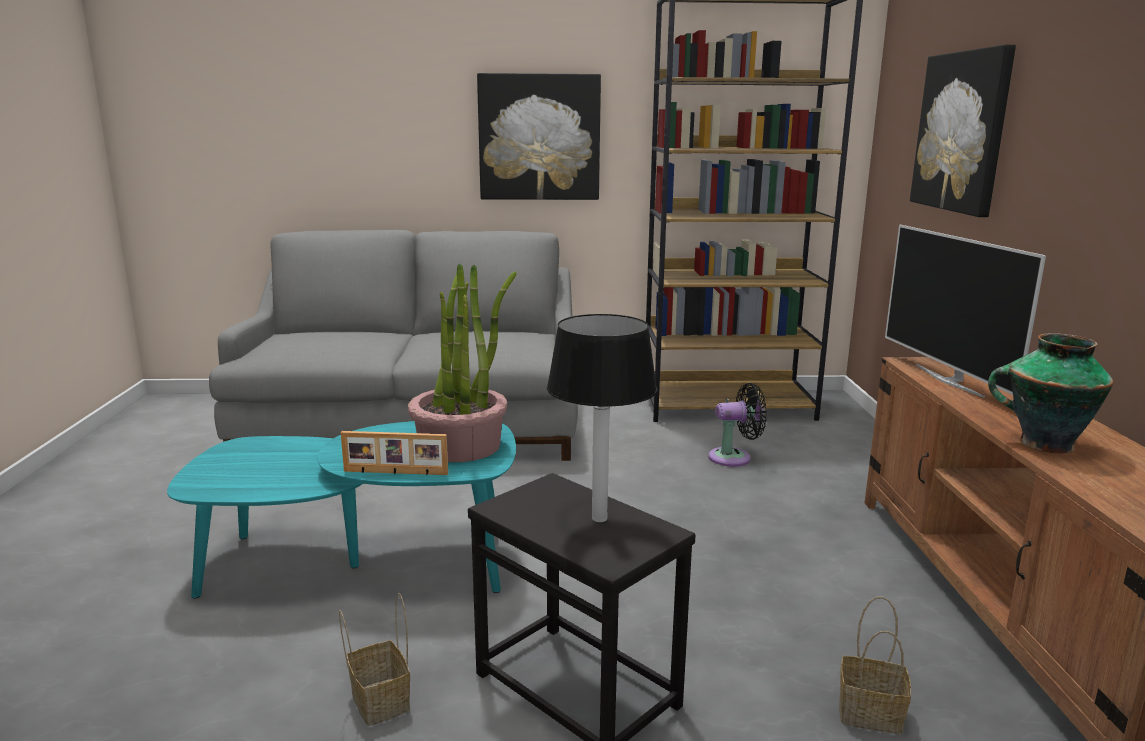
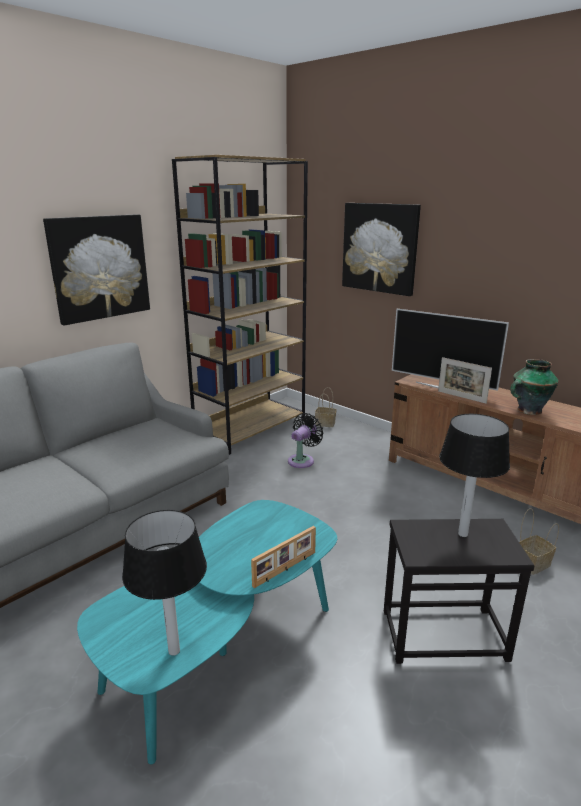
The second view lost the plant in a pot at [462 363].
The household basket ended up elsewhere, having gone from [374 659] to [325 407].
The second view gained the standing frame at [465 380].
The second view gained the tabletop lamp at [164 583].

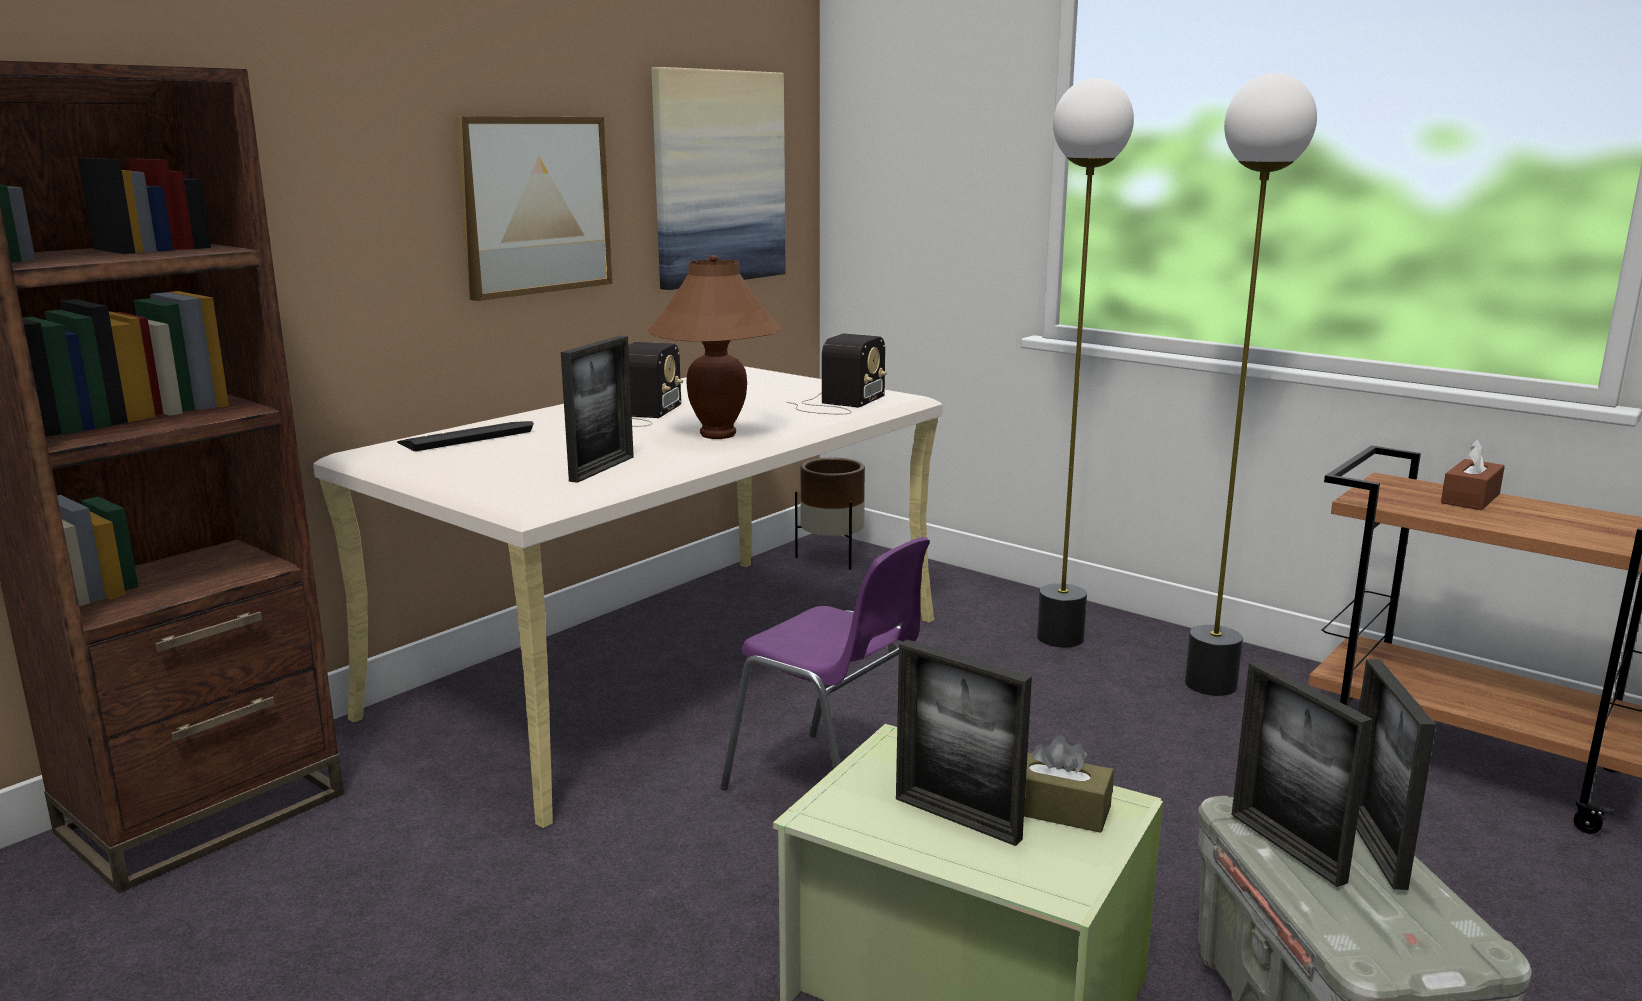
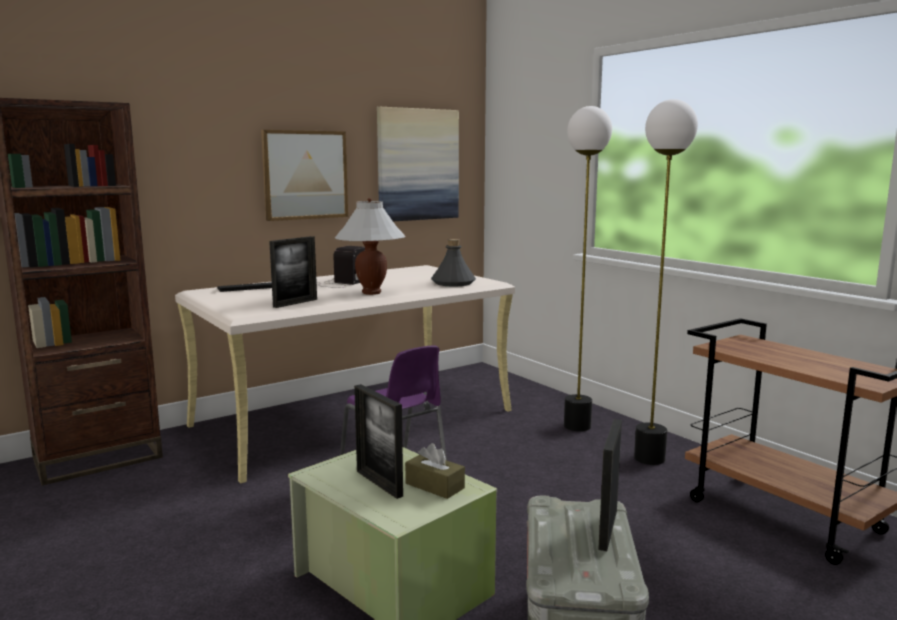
What was the brown tabletop lamp at [715 347] turned into the whitish tabletop lamp at [370 246].
Where the radio stood at [836 373], the grey bottle came to stand at [453 262].
The second view lost the brown tissue box at [1473 474].
The second view lost the brown flower pot at [830 514].
The second view lost the standing frame at [1302 774].

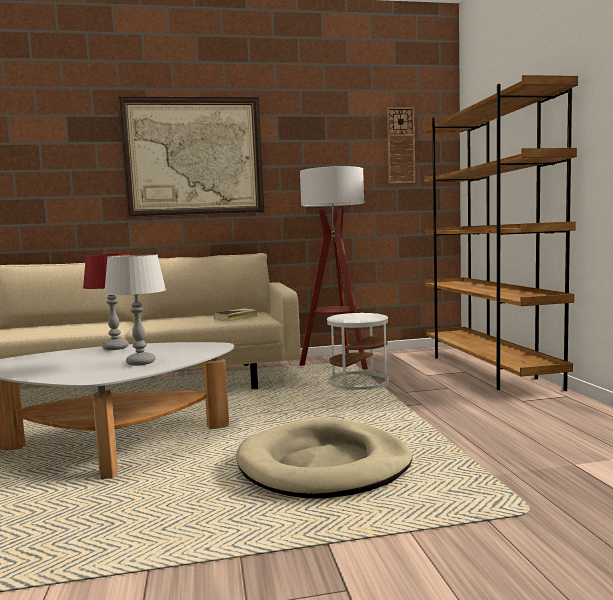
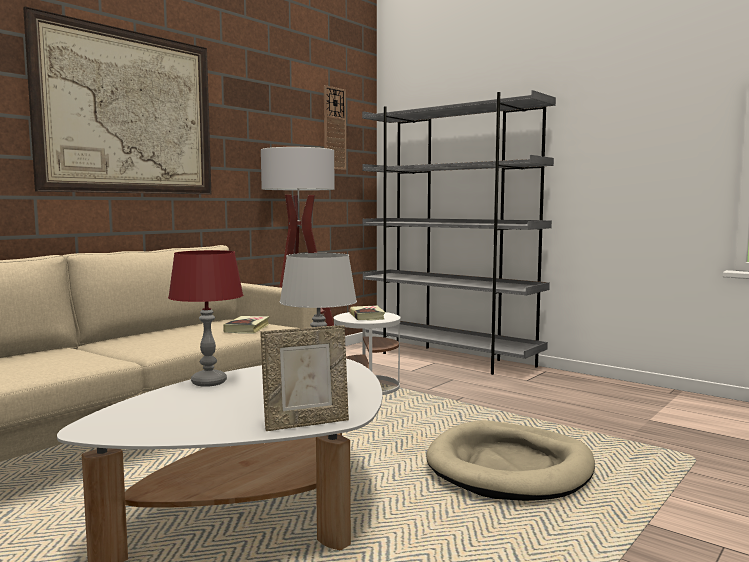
What was the brown shelving unit at [500 233] turned into the grey shelving unit at [459 232].
The second view gained the bound book at [367 312].
The second view gained the standing frame at [304 378].

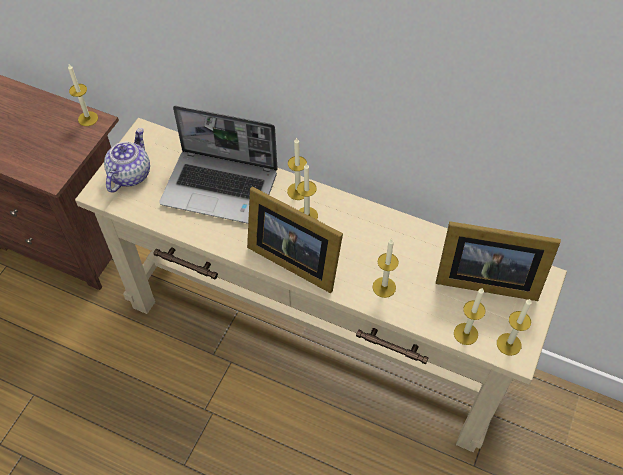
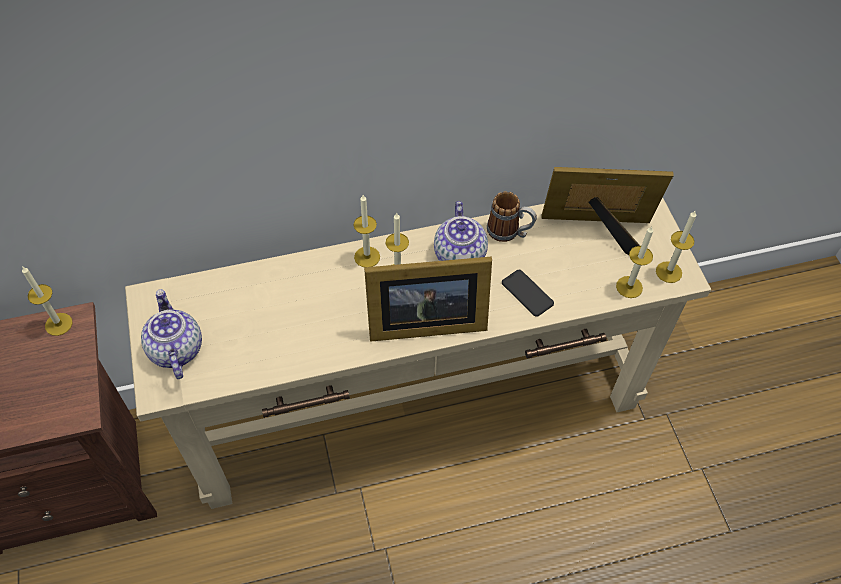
The second view lost the notebook computer at [218 165].
The standing frame at [498 261] ended up facing another way, 150 degrees counterclockwise from before.
Where the wax light stood at [385 268], the phone came to stand at [528 293].
The second view gained the tea mug at [512 216].
The second view gained the tea pot at [461 231].

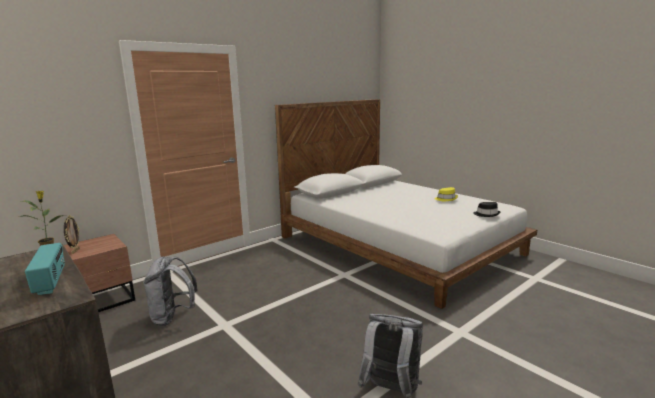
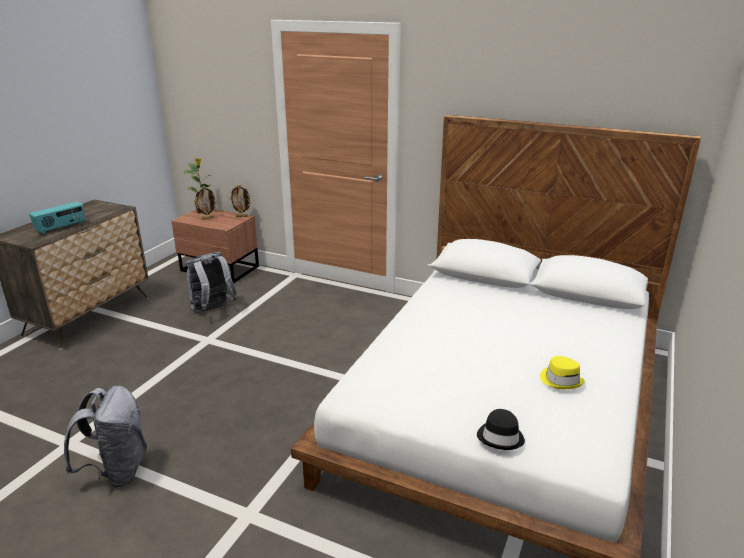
The second view gained the standing frame at [240 201].

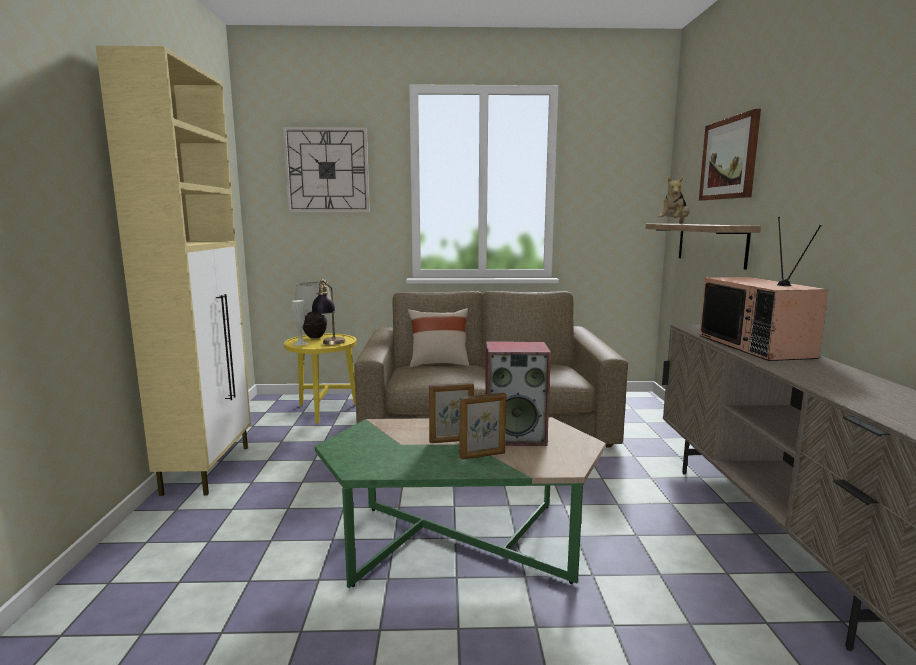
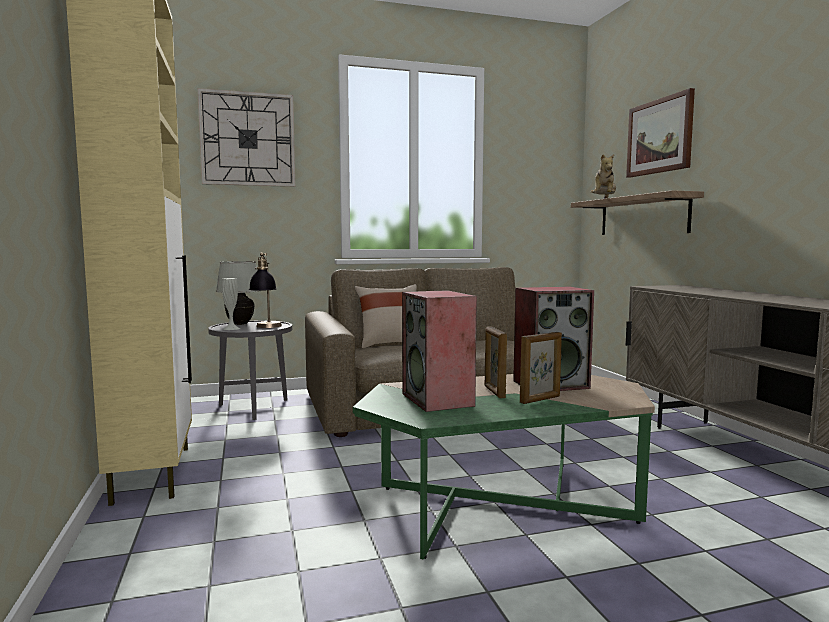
The second view lost the TV set at [764 289].
What was the yellowish side table at [320 378] turned into the grey side table at [250 370].
The standing frame at [451 413] ended up facing another way, 105 degrees clockwise from before.
The second view gained the loudspeaker at [439 351].

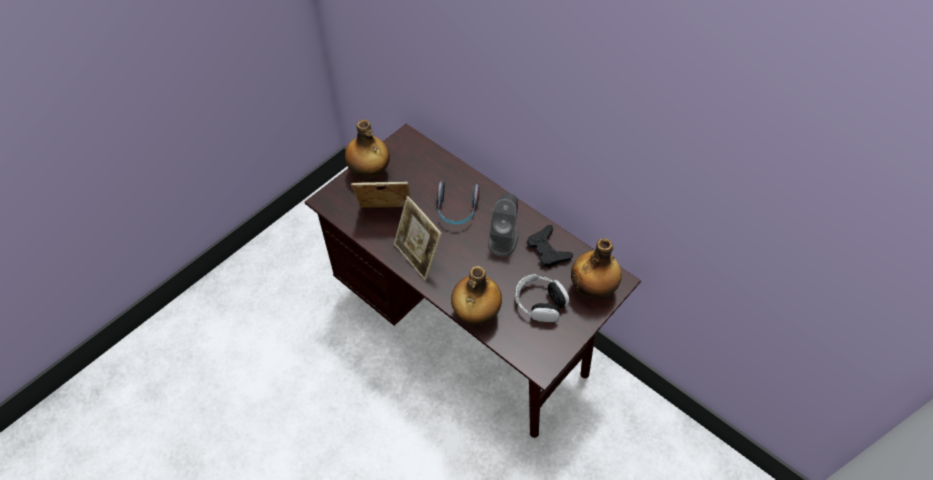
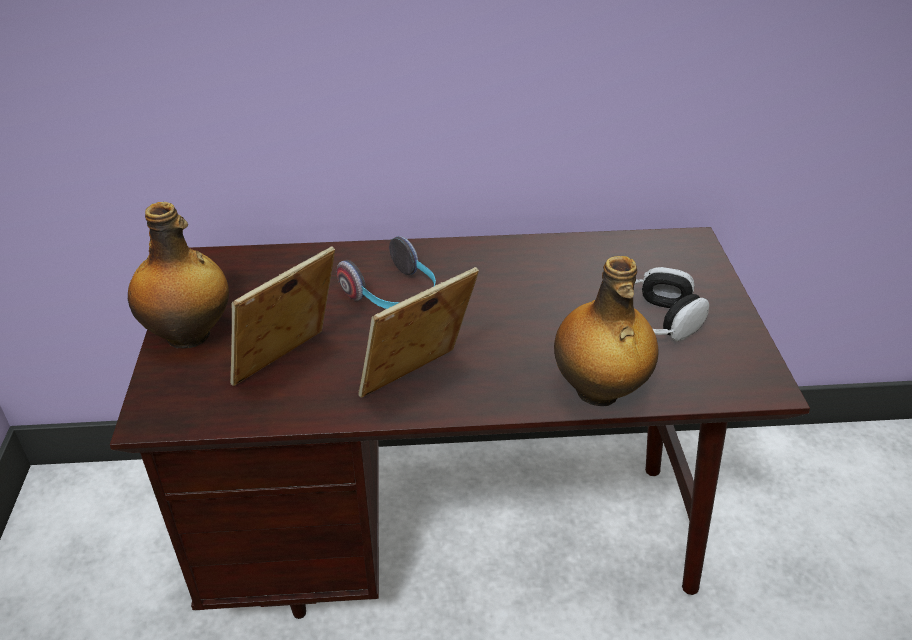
The second view lost the grey loudspeaker at [503 224].
The standing frame at [418 238] ended up facing another way, 135 degrees clockwise from before.
The second view lost the black-coloured game controller at [550 246].
The second view lost the bottle at [596 269].

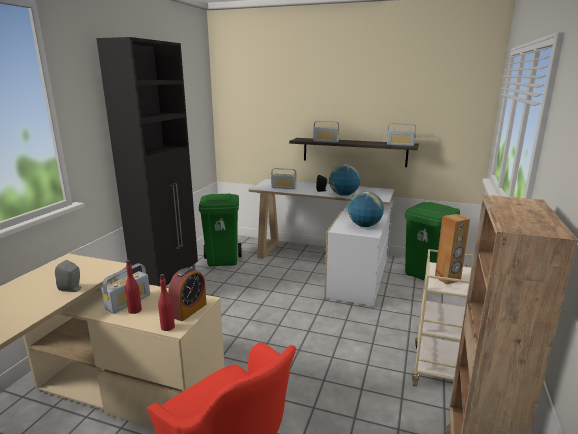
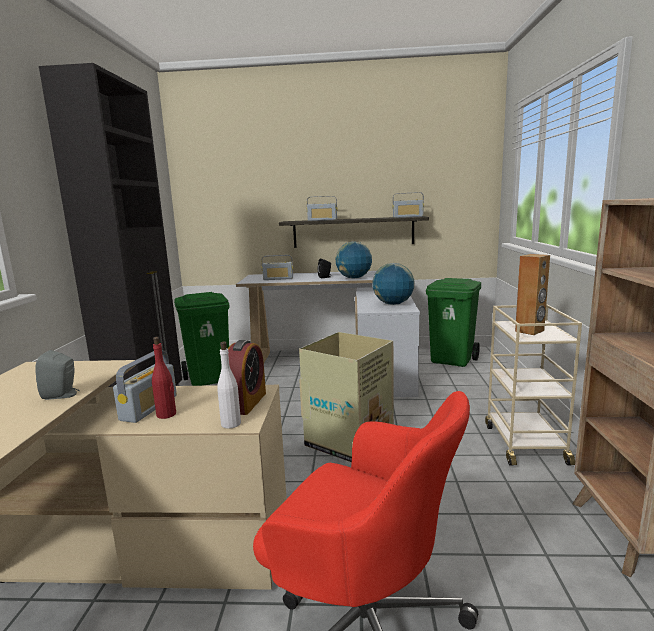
What was the red bottle at [166 302] turned into the whitish bottle at [229 385].
The second view gained the carton at [346 397].

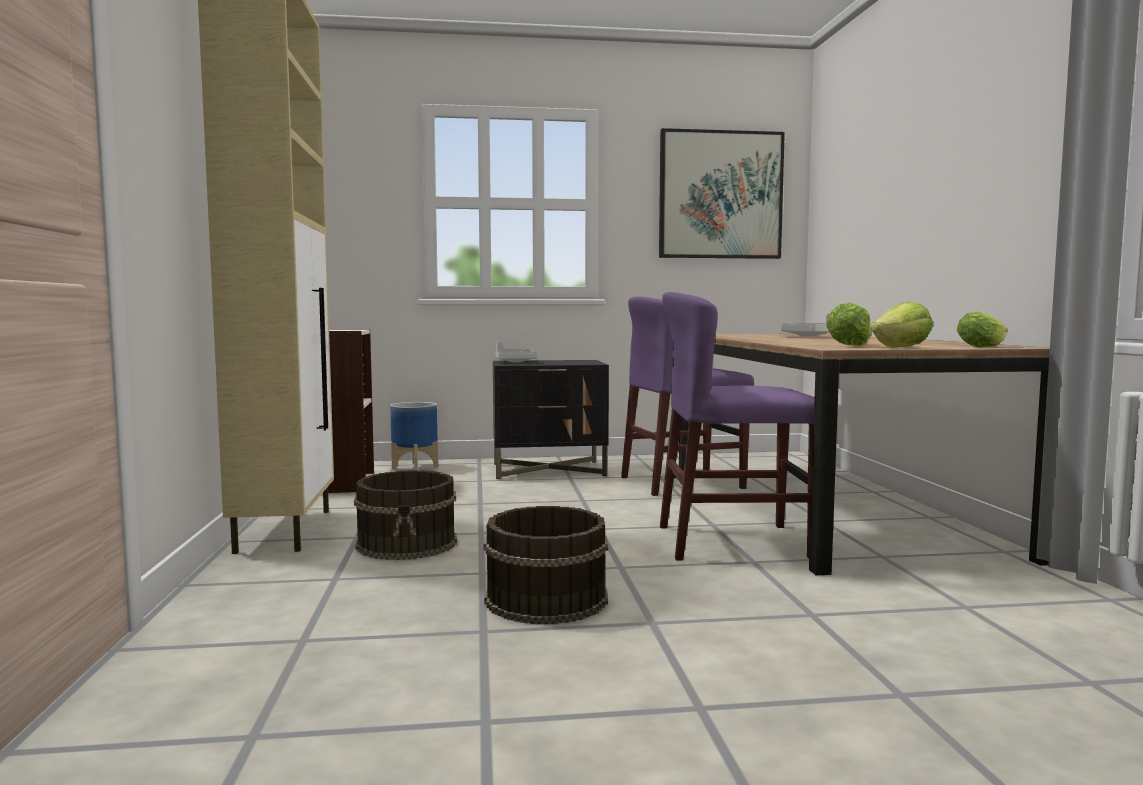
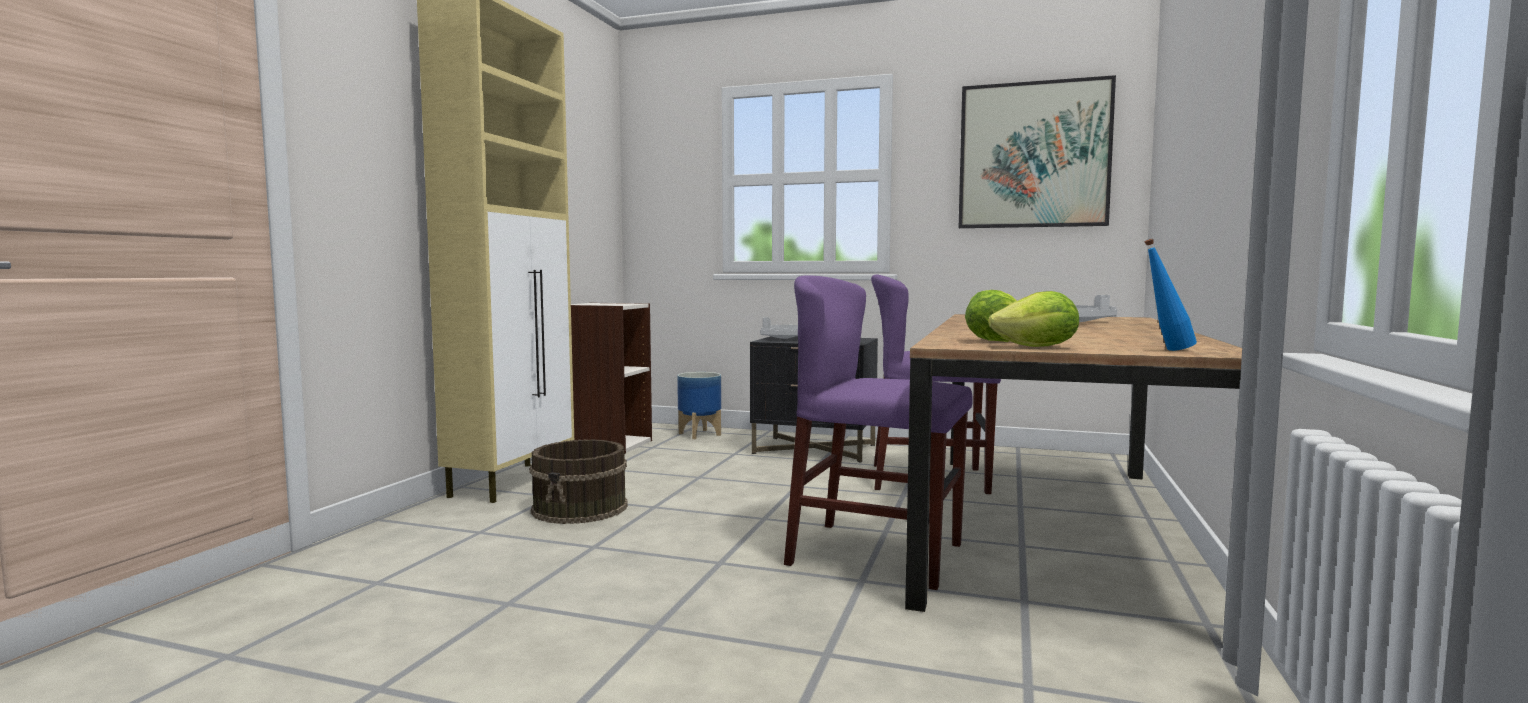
Where the lettuce stood at [982 330], the bluish bottle came to stand at [1170 295].
The second view lost the brown water bucket at [546 565].

